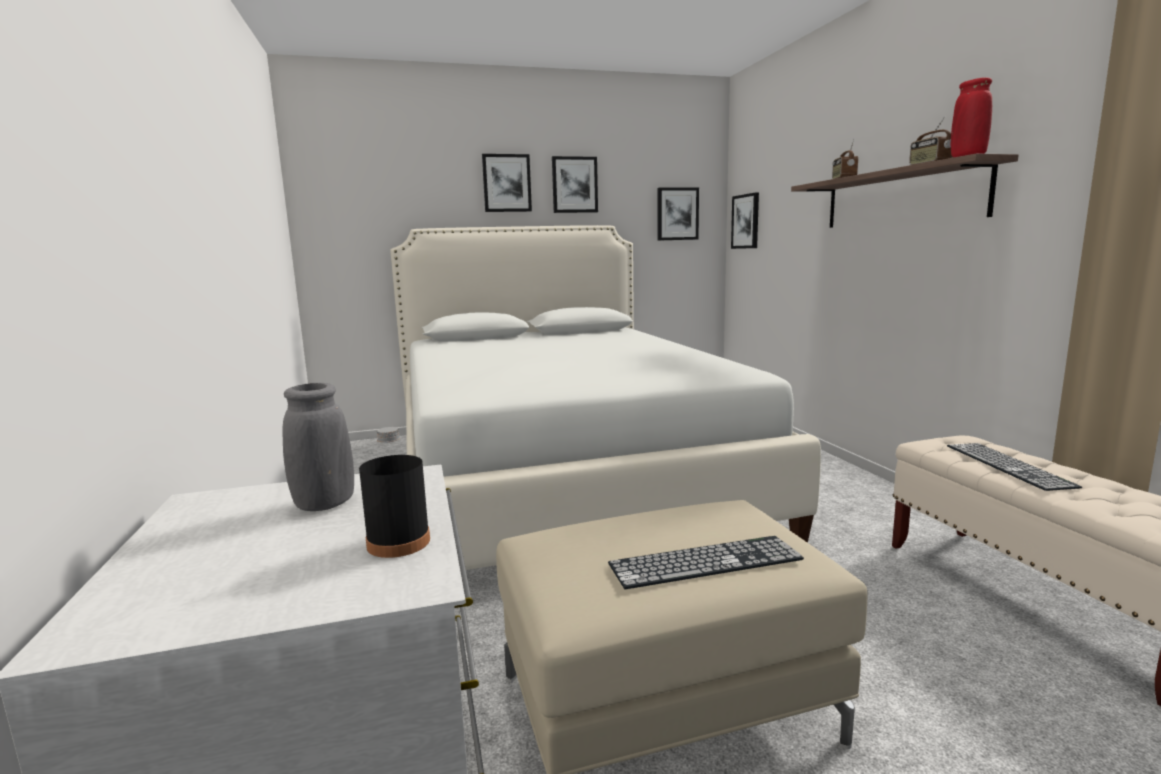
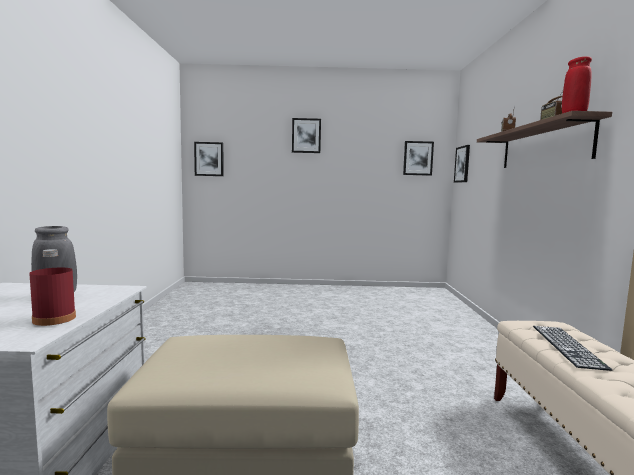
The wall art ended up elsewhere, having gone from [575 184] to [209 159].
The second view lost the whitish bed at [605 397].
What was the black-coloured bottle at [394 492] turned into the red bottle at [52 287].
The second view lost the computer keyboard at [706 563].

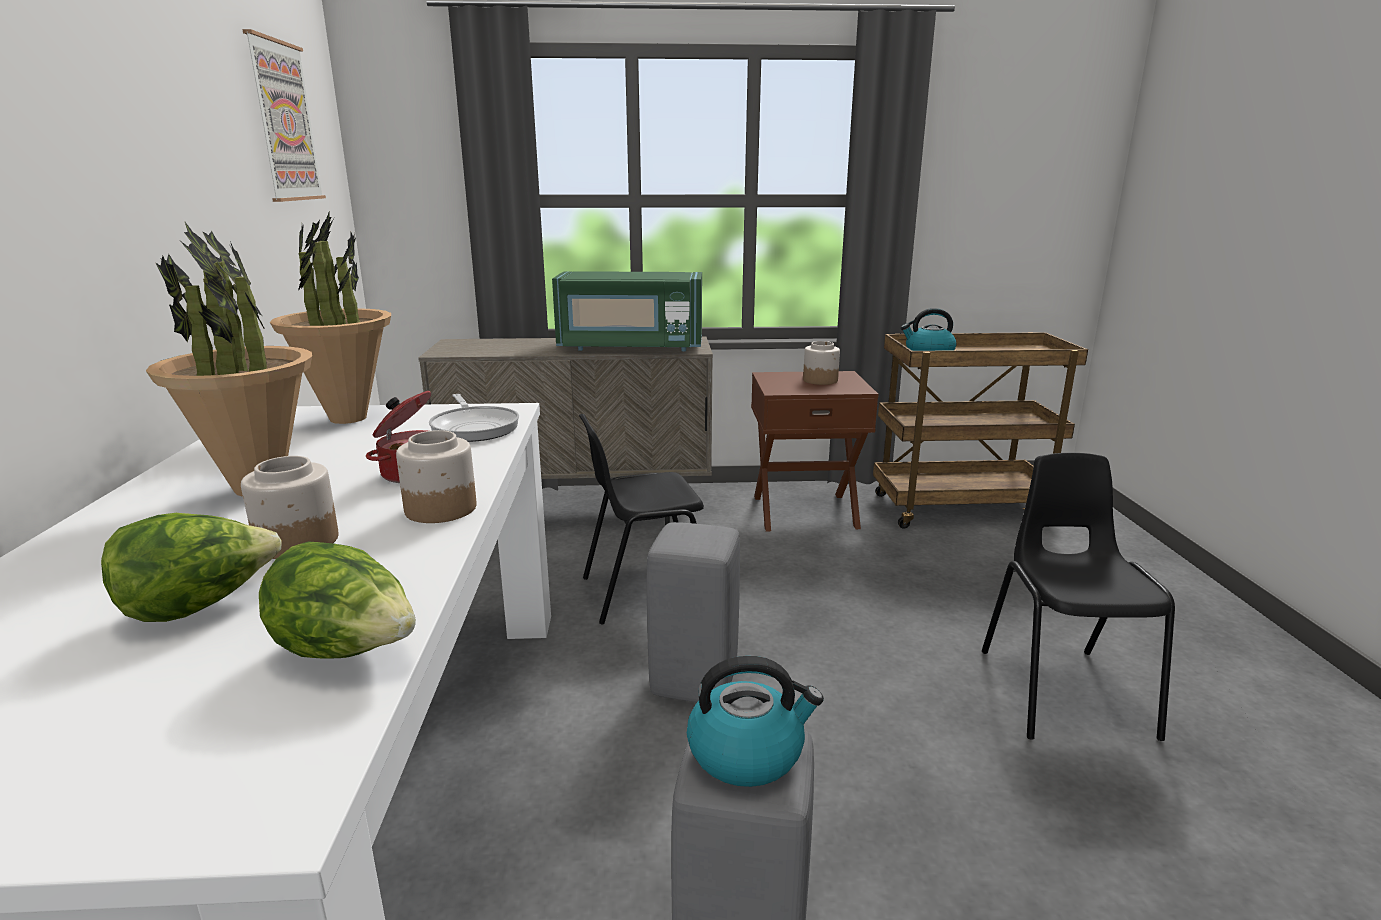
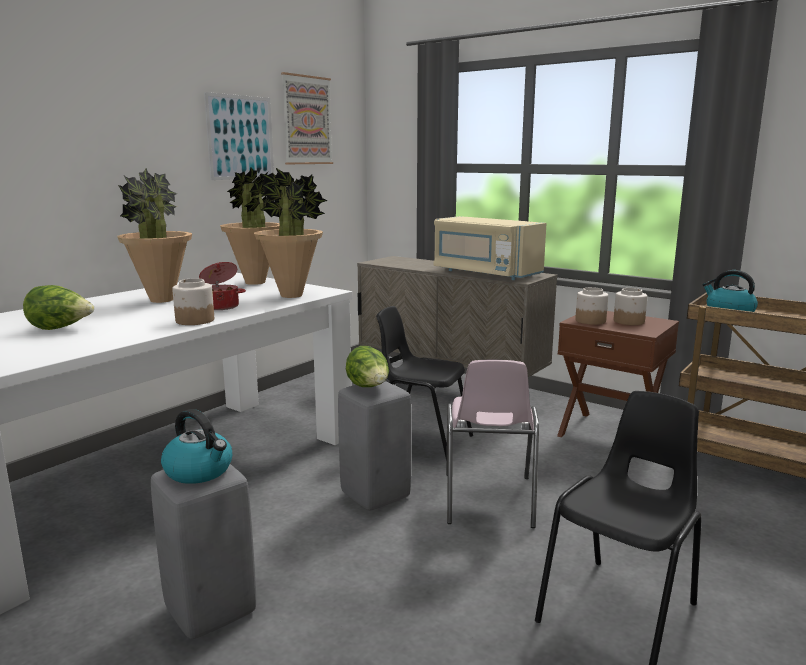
What was the green-coloured kitchen microwave at [627 311] turned into the beige kitchen microwave at [490 248].
Where the pan stood at [474 418], the plant in a pot came to stand at [291 233].
The jar ended up elsewhere, having gone from [290 507] to [591 306].
The lettuce ended up elsewhere, having gone from [337 600] to [367 366].
The second view gained the wall art at [239 136].
The second view gained the pink-coloured chair at [492 444].

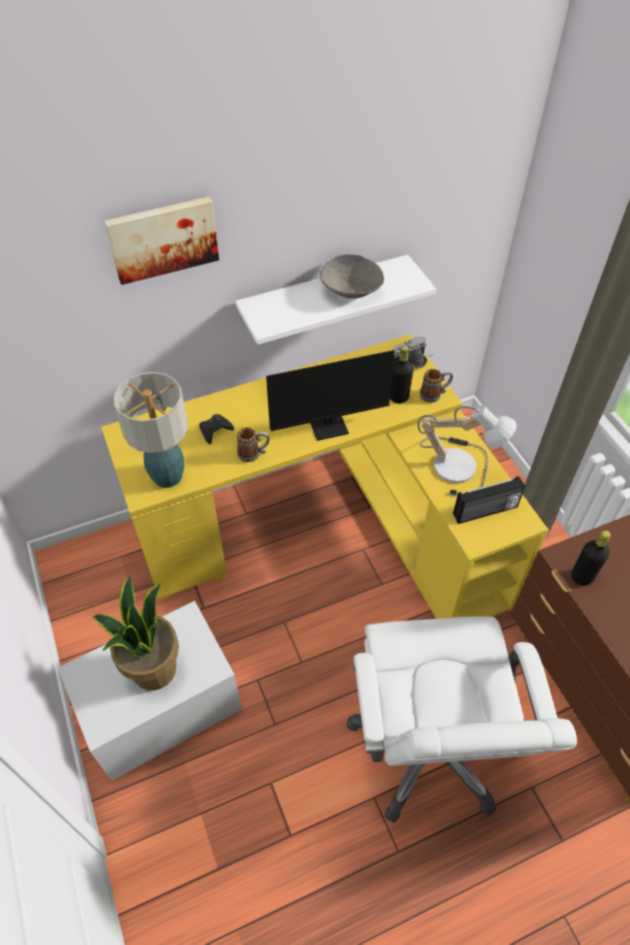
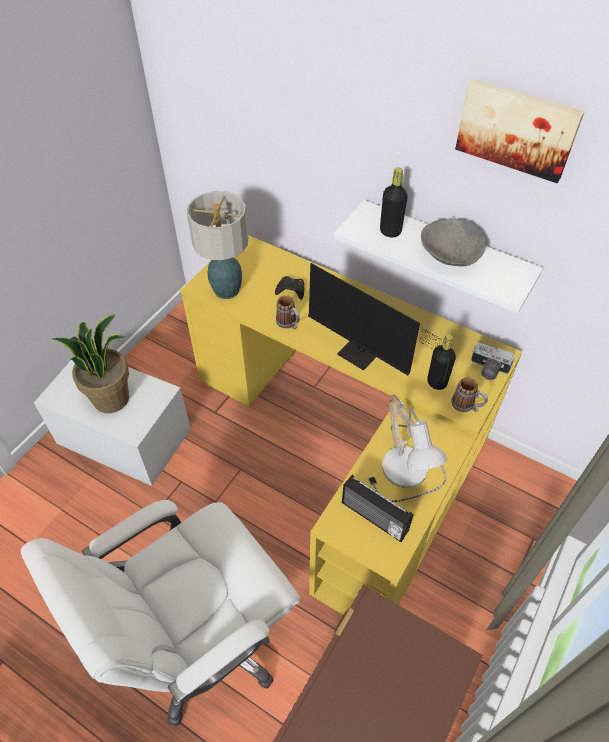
The wall art ended up elsewhere, having gone from [161 241] to [519 131].
The black-coloured bottle ended up elsewhere, having gone from [591 557] to [394 202].

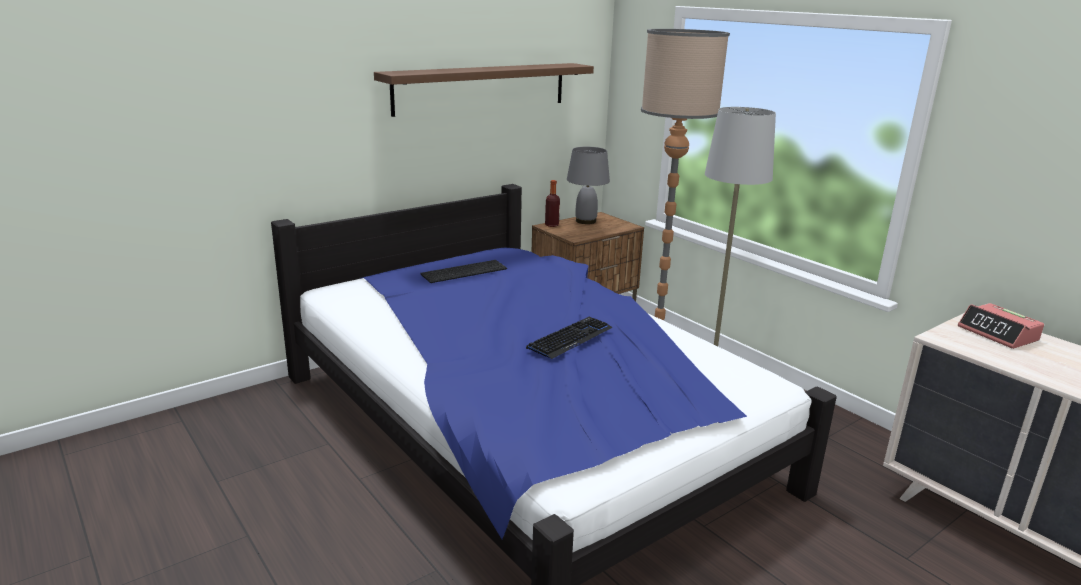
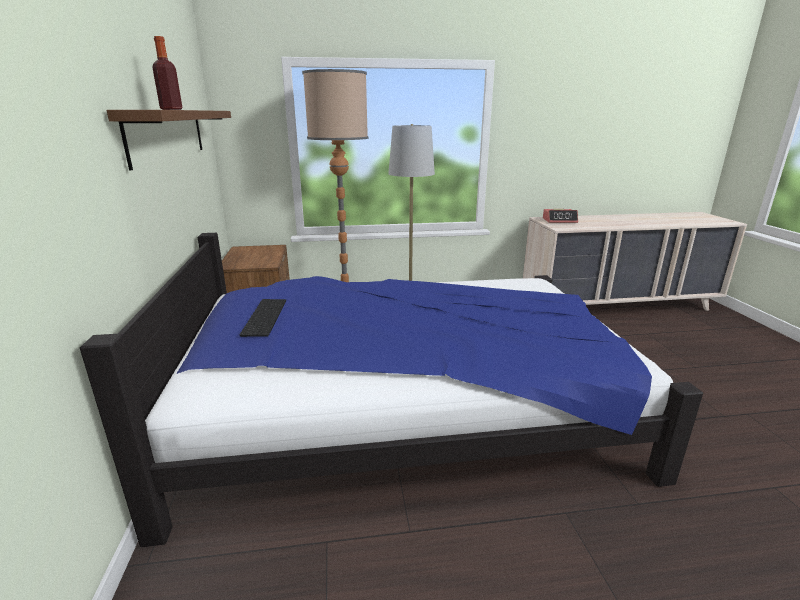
The second view lost the grey tabletop lamp at [588 185].
The bottle ended up elsewhere, having gone from [552 203] to [167 73].
The second view lost the computer keyboard at [569 338].

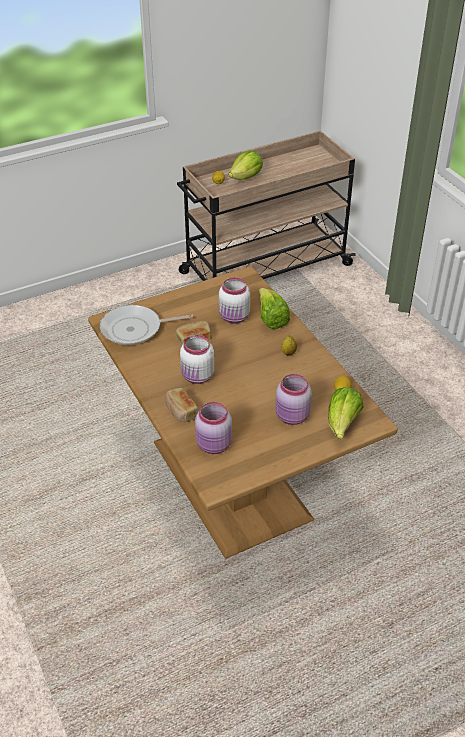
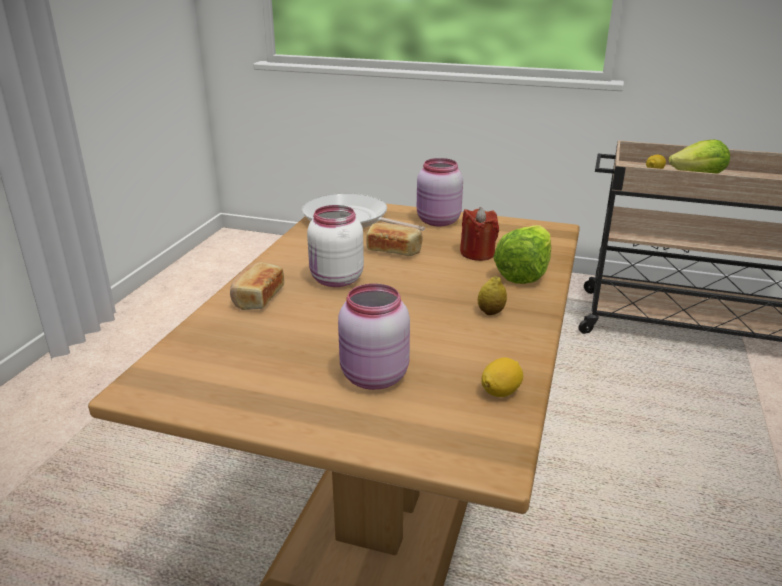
Where the whitish jar stood at [234 300], the red wax light came to stand at [479 234].
The second view lost the lettuce at [346 413].
The pink-coloured jar ended up elsewhere, having gone from [213 428] to [440 192].

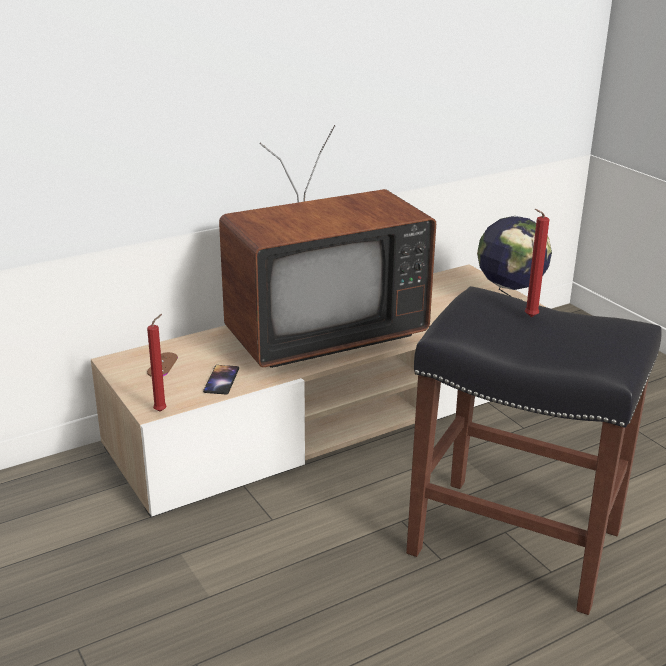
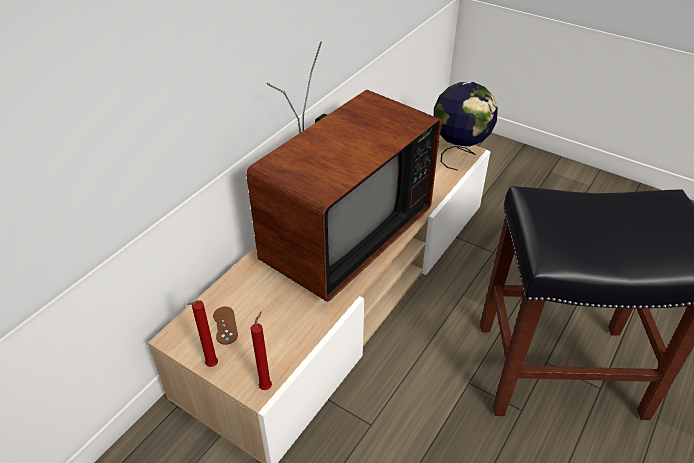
The red wax light ended up elsewhere, having gone from [537 263] to [202 333].
The second view lost the phone at [221 380].

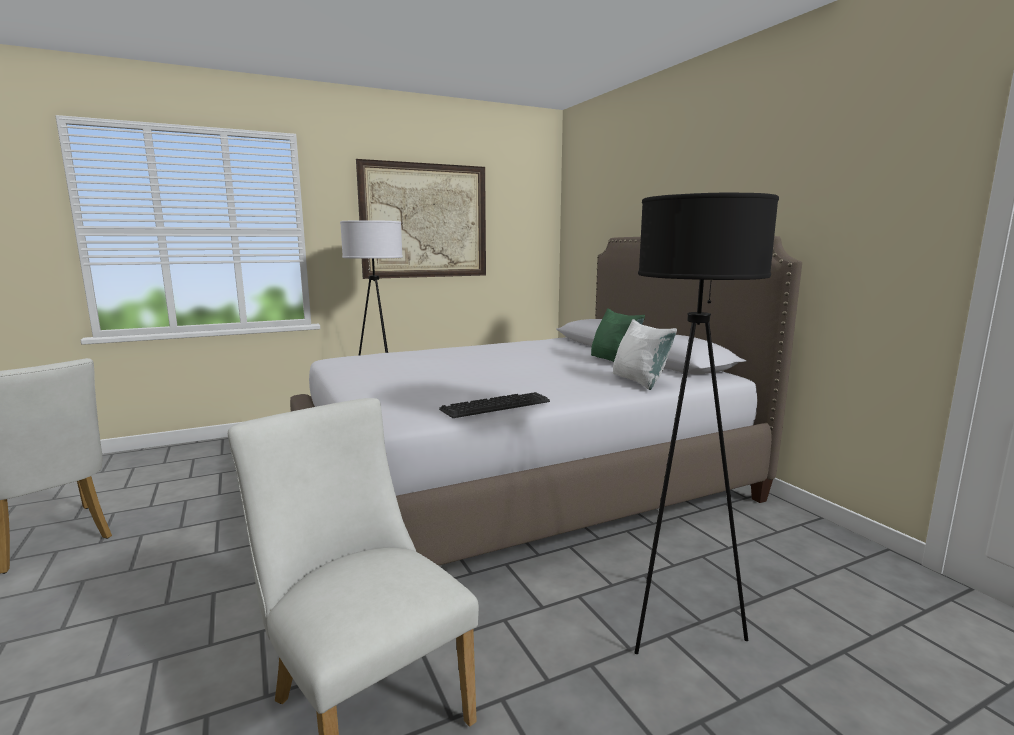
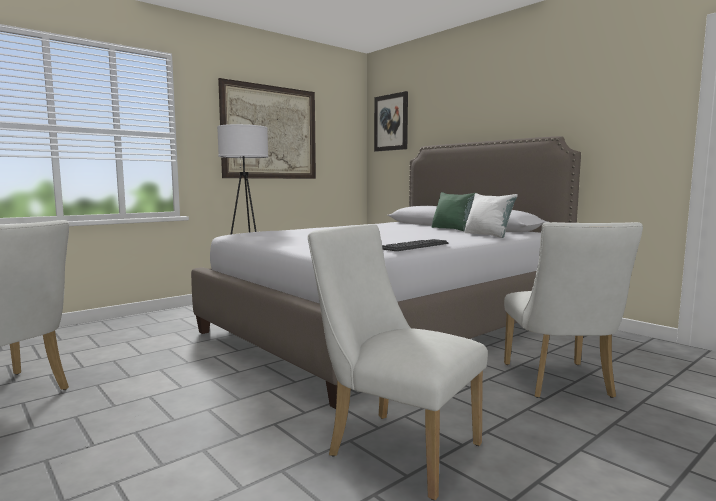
Where the black-coloured floor lamp stood at [706 423], the whitish chair came to stand at [573 310].
The second view gained the wall art at [391 121].

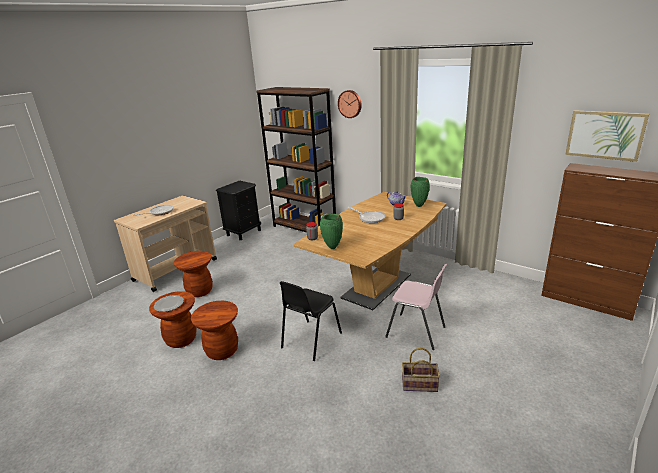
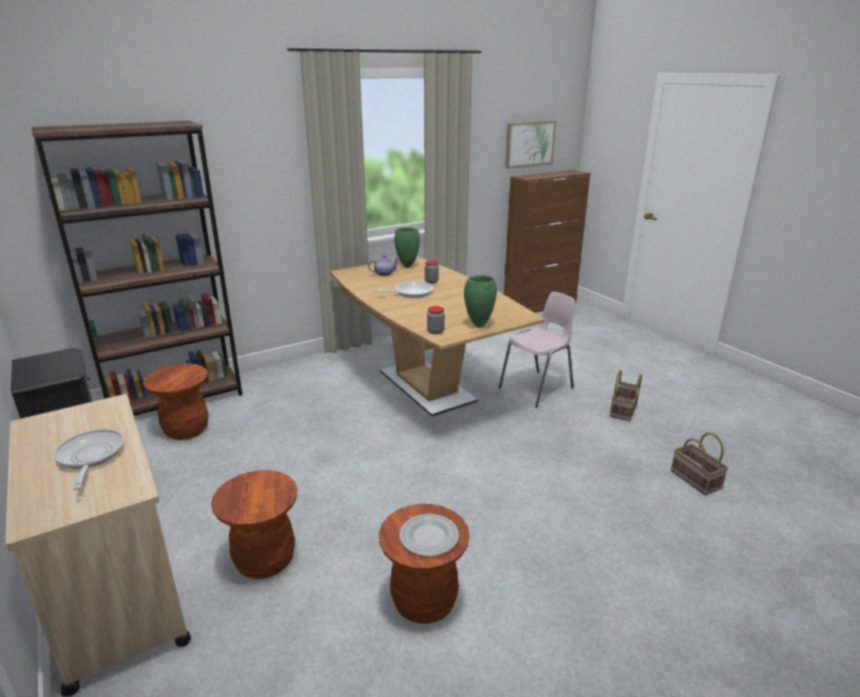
The second view lost the clock on the wall at [350 104].
The second view lost the black-coloured chair at [311 321].
The brown stool ended up elsewhere, having gone from [214 330] to [176 401].
The second view gained the household basket at [700 463].

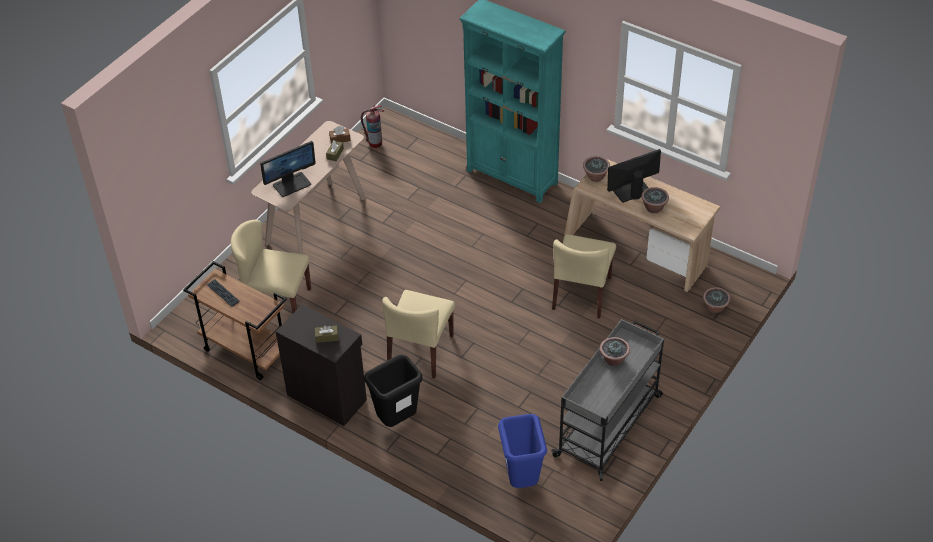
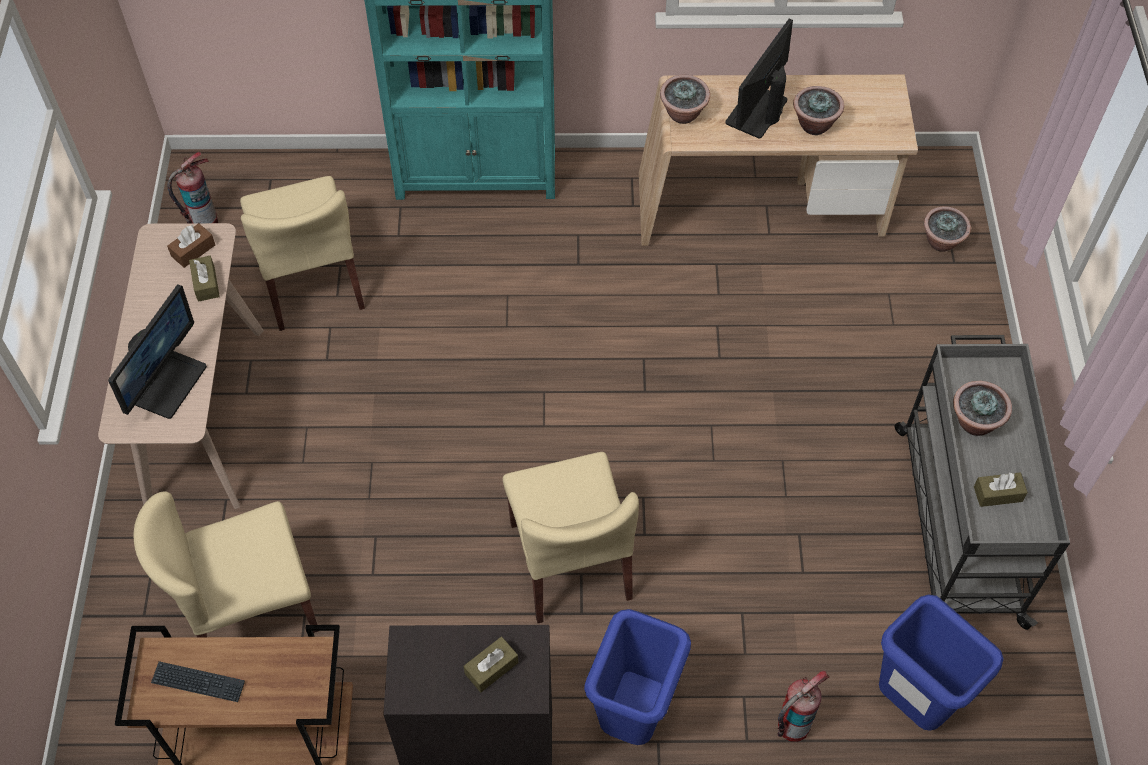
The beige chair ended up elsewhere, having gone from [584 276] to [302 253].
What was the black-coloured rubbish bin at [393 391] turned into the bluish rubbish bin at [637 677].
The second view gained the brown tissue box at [1001 489].
The second view gained the fire extinguisher at [803 706].

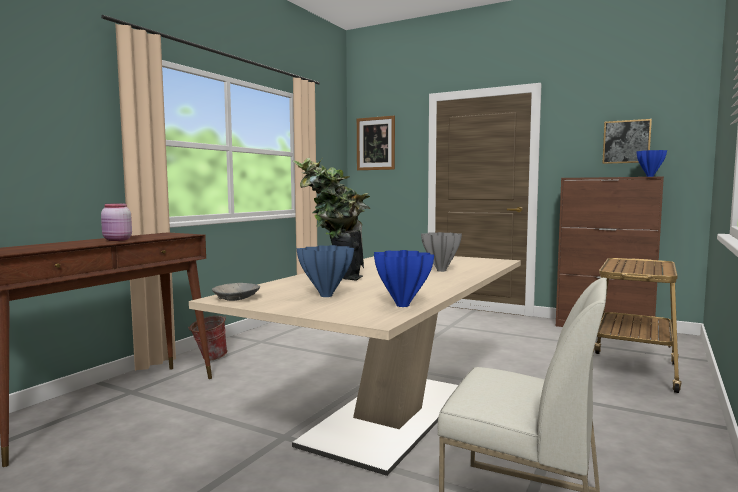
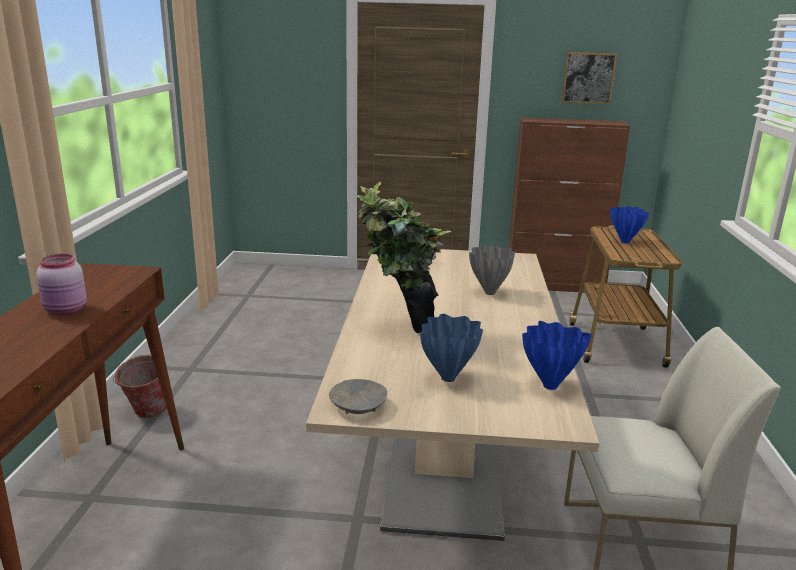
The second view lost the wall art at [376 143].
The bluish vase ended up elsewhere, having gone from [652 163] to [629 224].

